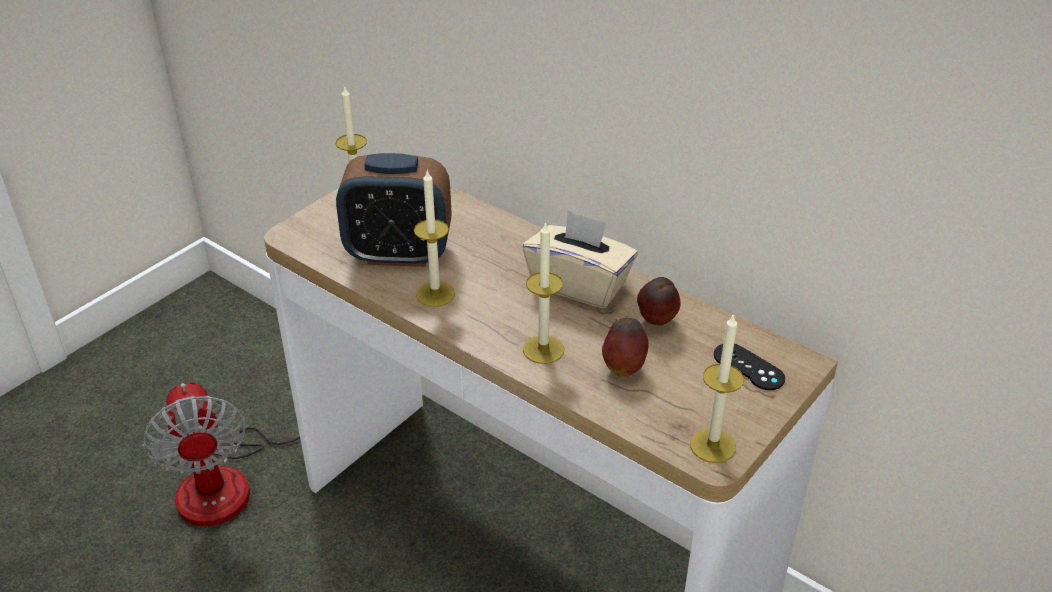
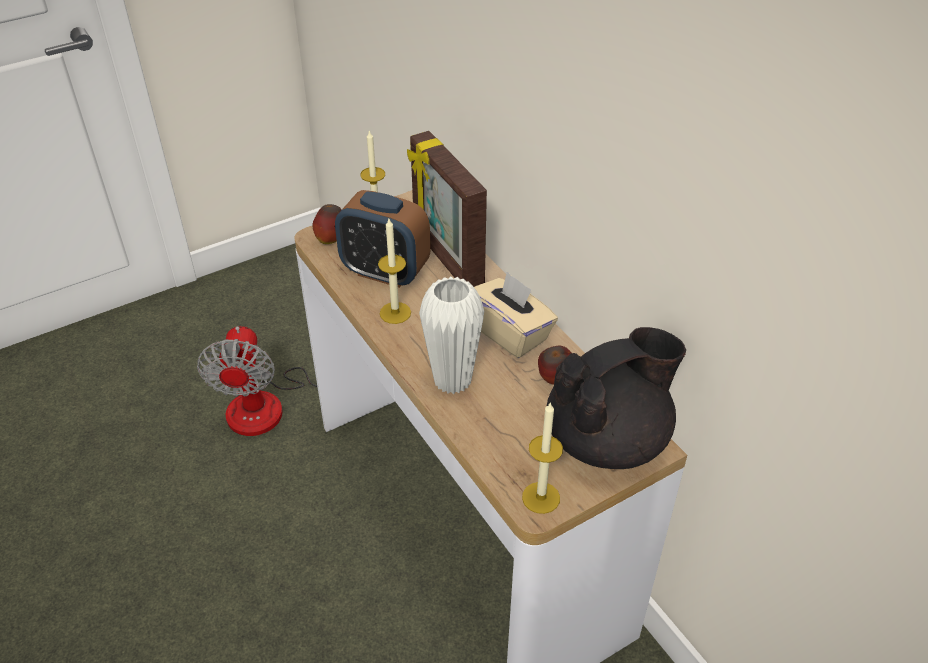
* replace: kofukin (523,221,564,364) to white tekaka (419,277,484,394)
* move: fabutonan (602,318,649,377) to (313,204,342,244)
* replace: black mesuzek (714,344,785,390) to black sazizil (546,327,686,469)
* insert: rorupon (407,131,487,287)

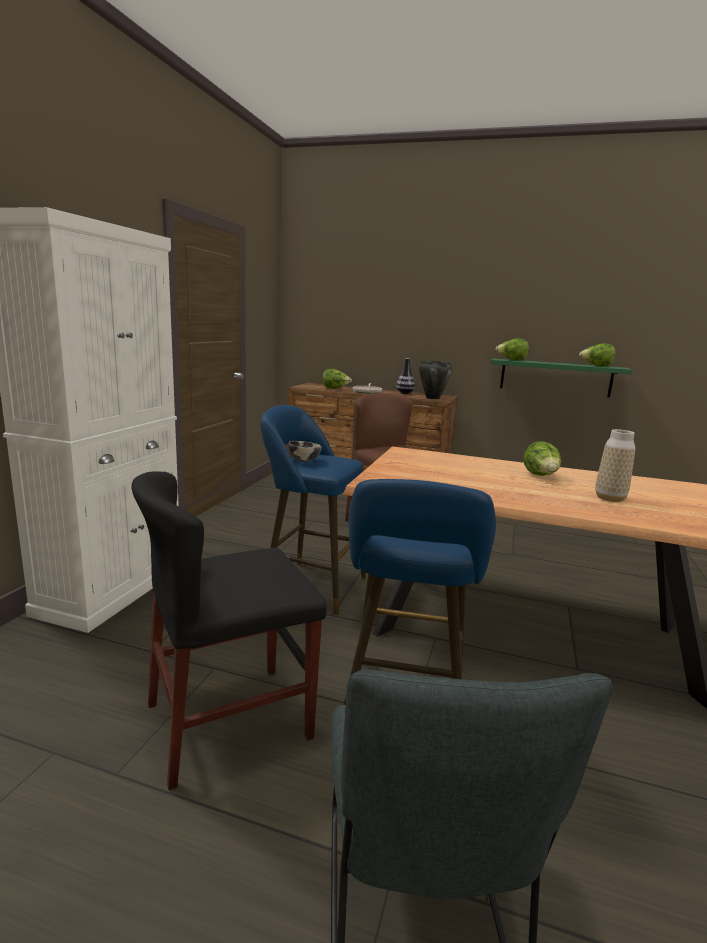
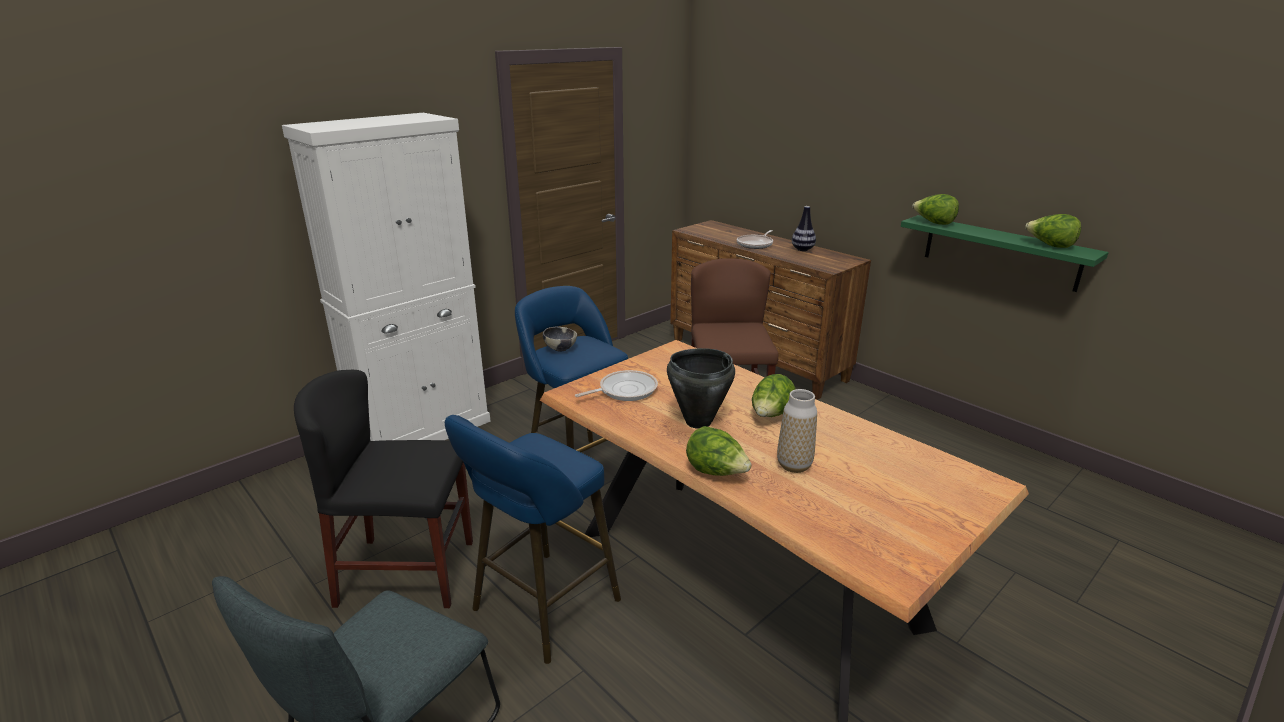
* move: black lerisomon (419,361,452,399) to (667,348,735,429)
* move: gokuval (322,369,352,389) to (686,426,751,476)
* insert: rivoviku (575,370,658,401)

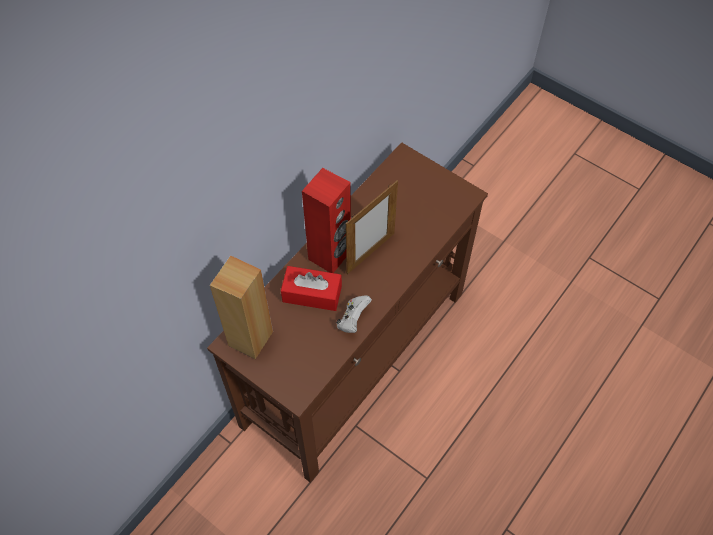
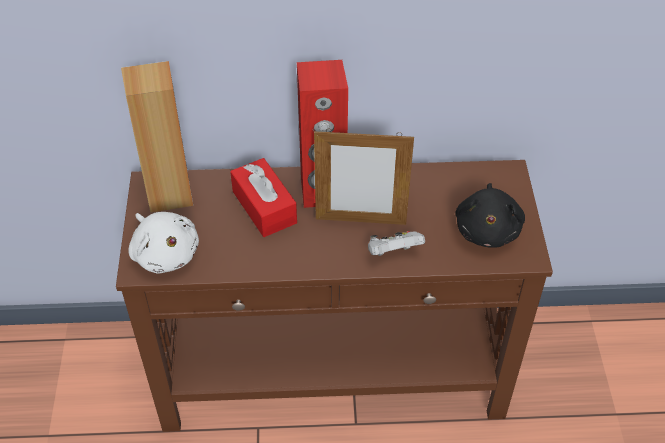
* move: white mesuzek (336,295,372,333) to (368,231,425,256)
* insert: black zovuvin (455,183,525,248)
* insert: white zovuvin (128,212,199,274)

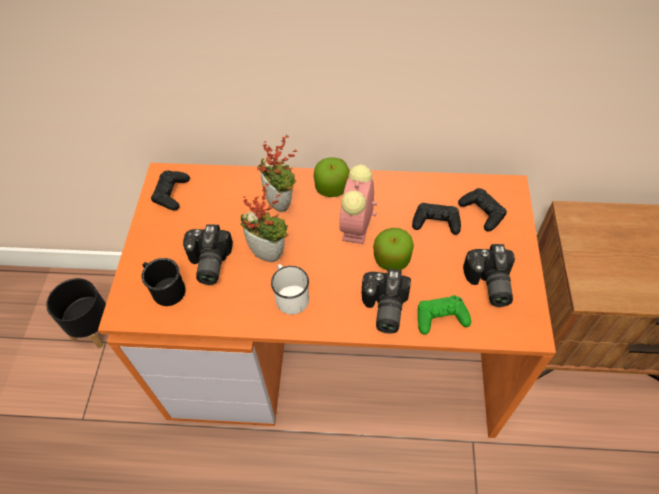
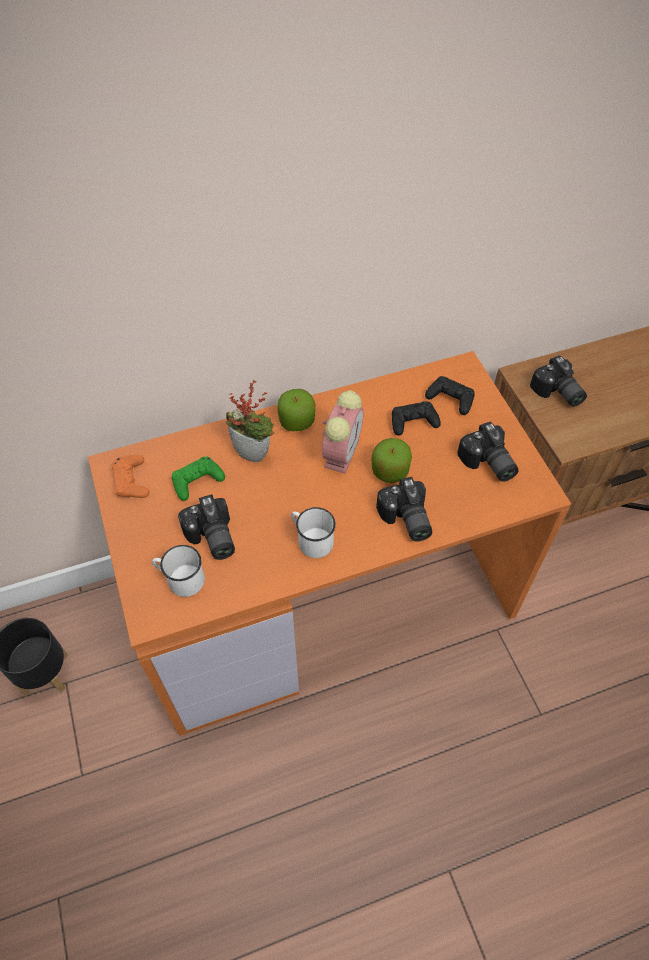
* rotate: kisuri (339,165,377,244) = (322,391,364,474) 150 degrees counterclockwise
* recolor: black mesuzek (151,170,190,210) to orange mesuzek (111,455,150,498)
* delete: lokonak (240,183,289,262)
* recolor: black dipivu (141,258,186,306) to white dipivu (152,545,205,597)
* move: green mesuzek (418,295,471,335) to (172,456,225,501)
* insert: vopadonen (530,355,587,407)

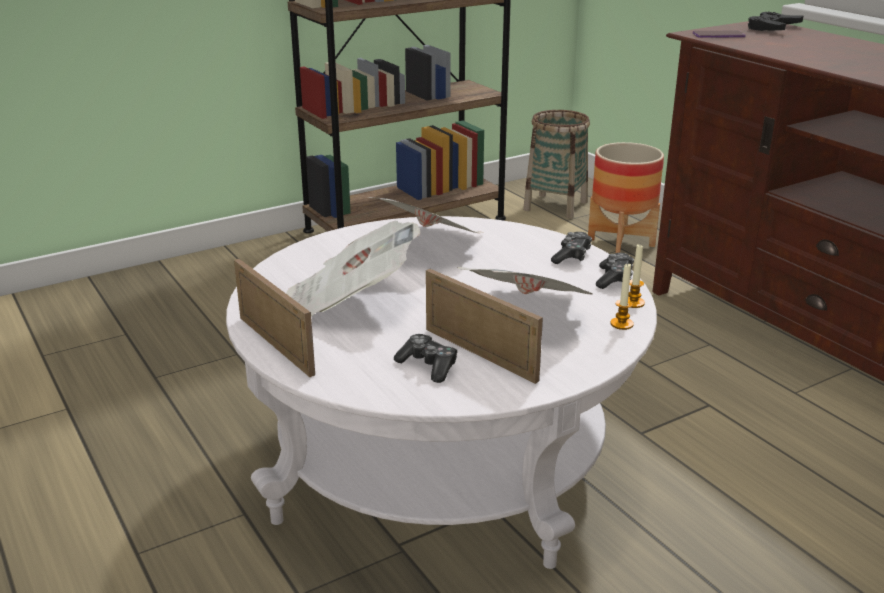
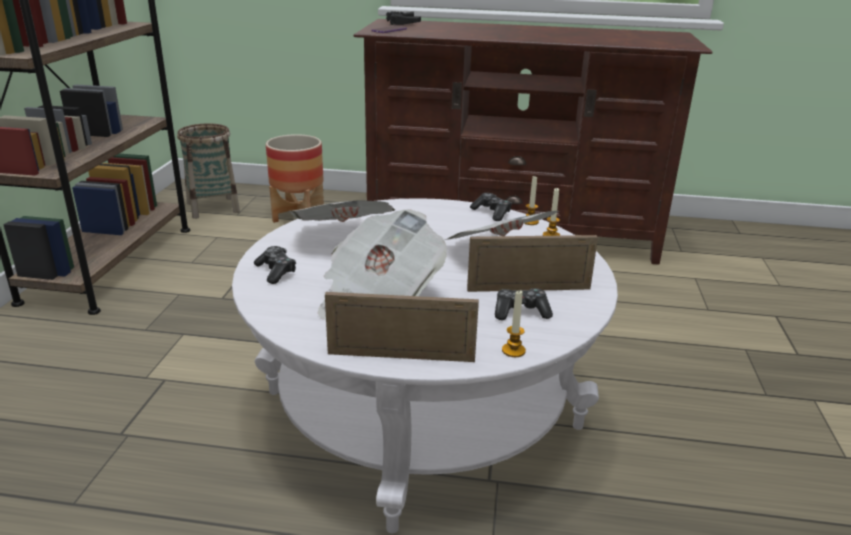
* move: mesuzek (551,232,592,264) to (254,246,296,284)
* insert: kofukin (502,289,526,357)

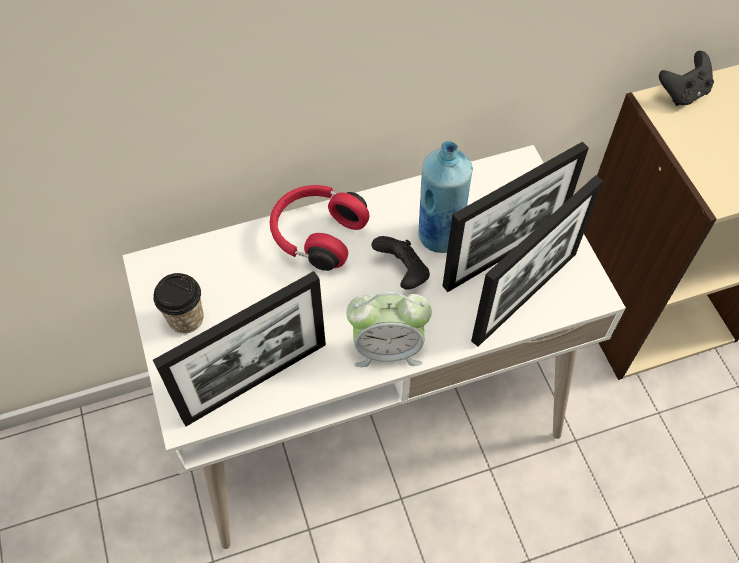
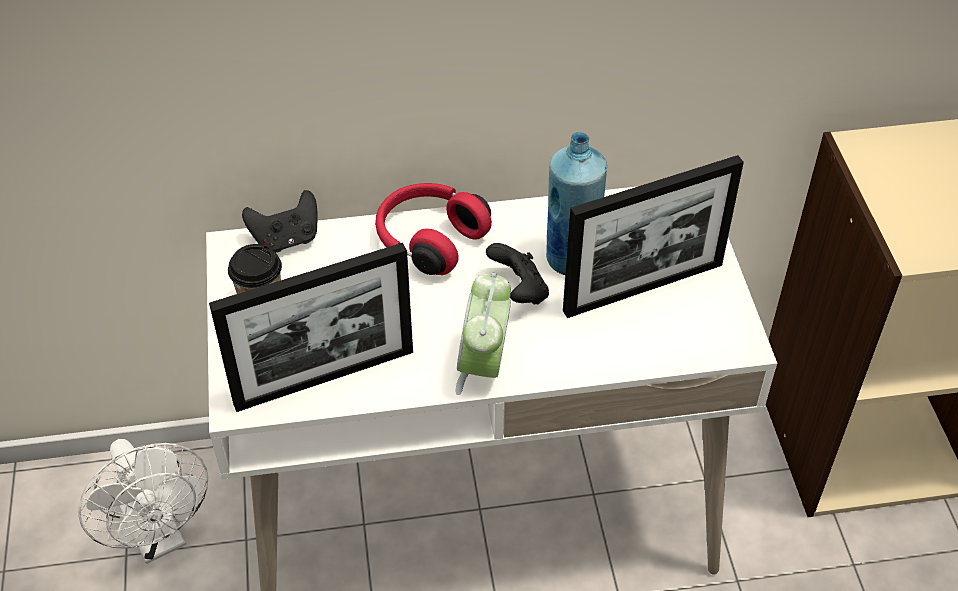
* move: black mesuzek (659,51,714,106) to (242,190,318,253)
* delete: rorupon (471,175,603,347)
* rotate: kisuri (346,292,432,367) = (456,273,511,395) 90 degrees clockwise
* insert: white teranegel (78,439,208,564)

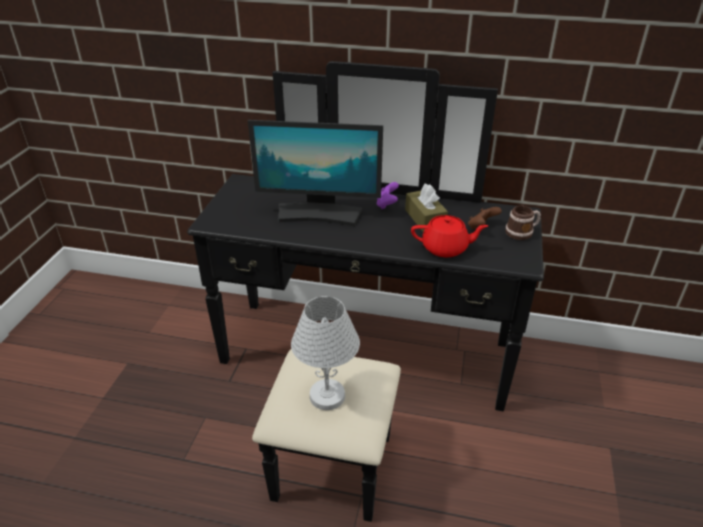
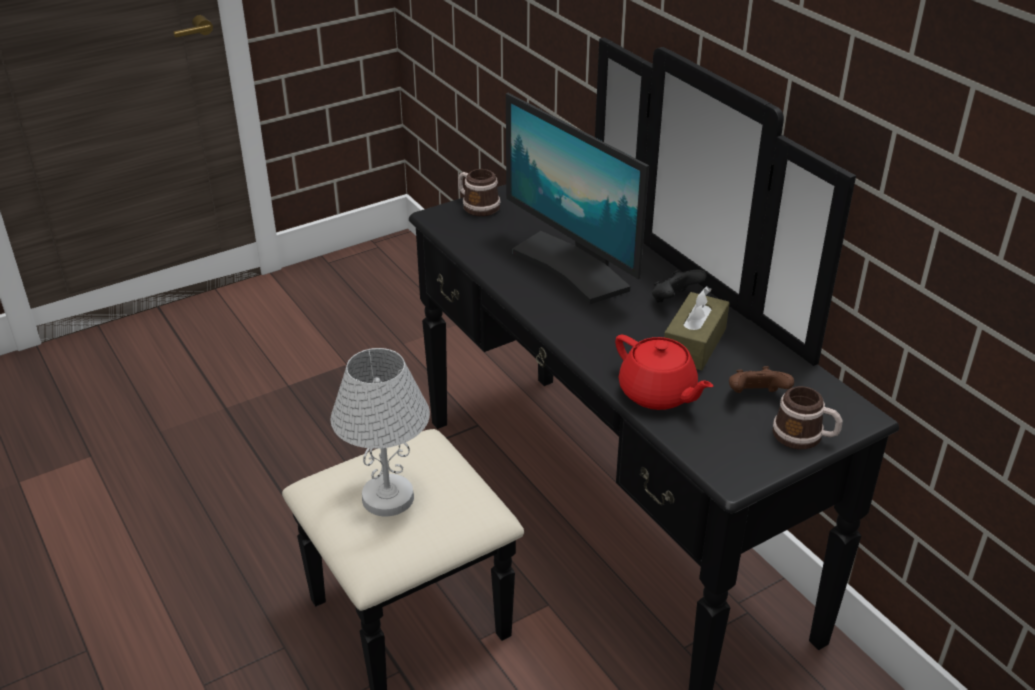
* recolor: purple mesuzek (377,182,399,209) to black mesuzek (652,270,707,302)
* insert: dipivu (458,169,500,216)

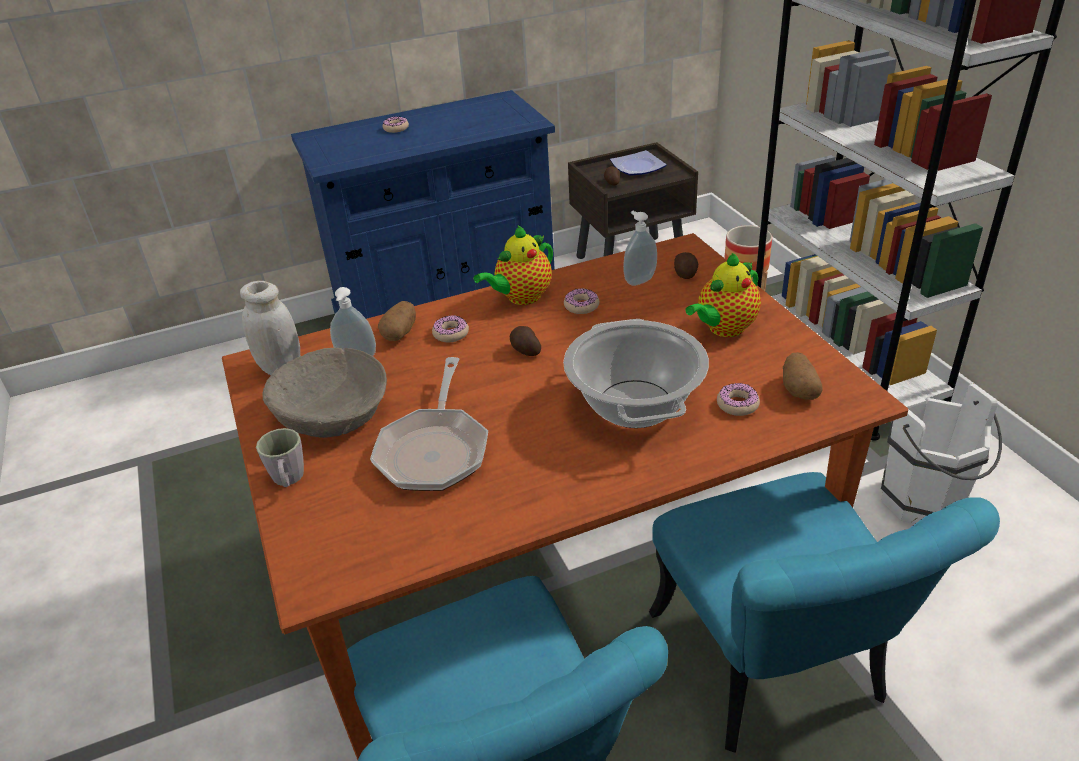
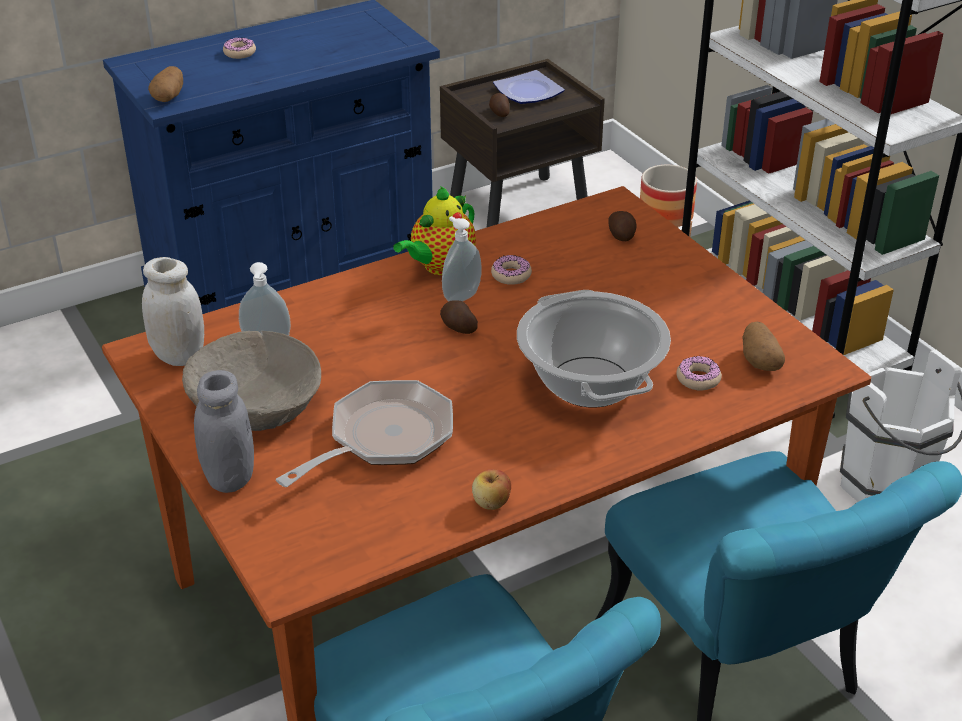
* move: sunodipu (623,211,657,286) to (442,216,482,302)
* delete: sazizil (685,253,761,337)
* move: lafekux (378,301,416,341) to (148,66,183,102)
* delete: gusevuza (432,315,469,342)
* rotate: rivoviku (370,357,488,491) = (276,380,453,487) 135 degrees counterclockwise
* replace: grey dipivu (256,428,304,487) to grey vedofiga (194,370,254,493)
* insert: fabutonan (472,469,511,510)

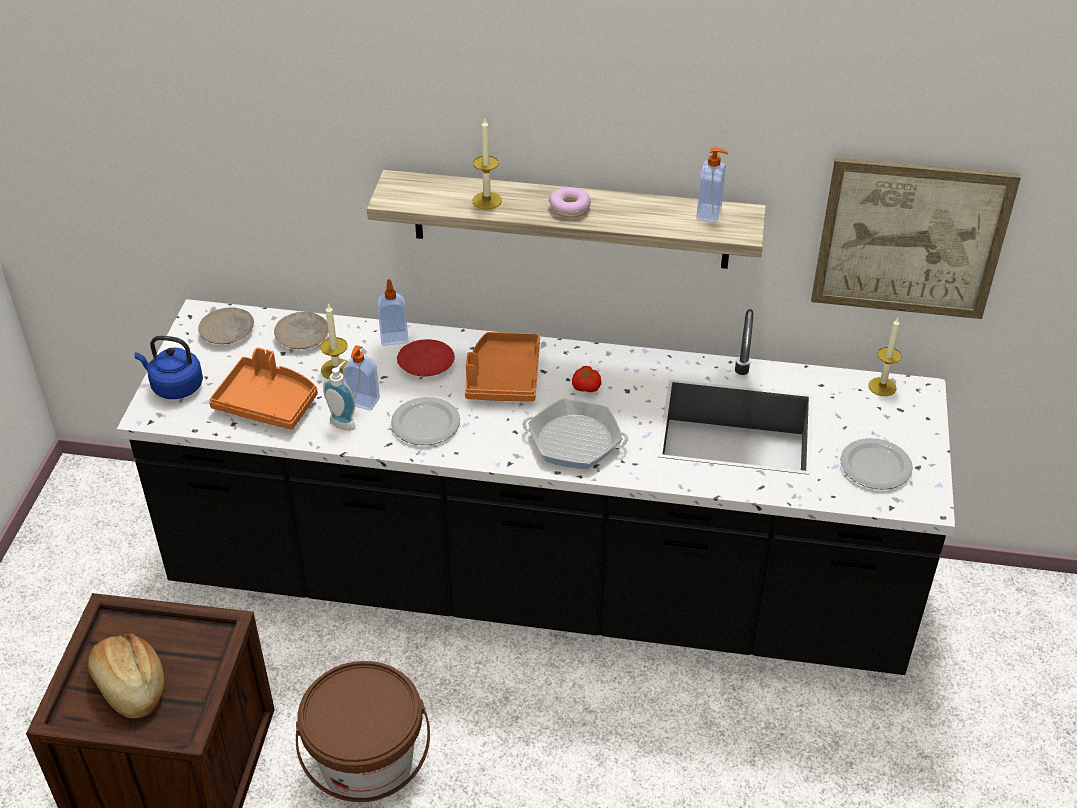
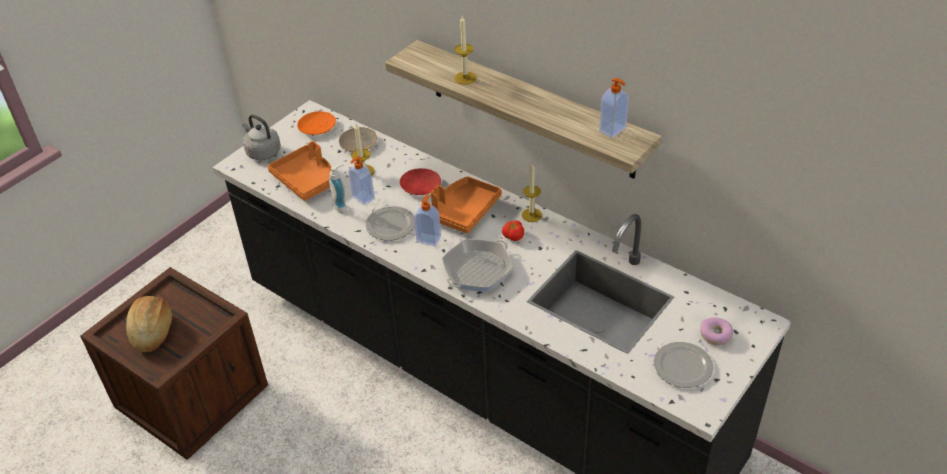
* delete: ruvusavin (811,158,1021,319)
* move: gusevuza (549,187,591,218) to (700,317,734,345)
* move: sunodipu (377,279,408,346) to (414,194,441,246)
* recolor: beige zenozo (198,307,254,344) to orange zenozo (297,111,336,135)
* move: kofukin (868,318,902,396) to (522,164,542,222)
* recolor: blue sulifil (135,336,203,399) to grey sulifil (242,114,281,160)
* rotate: rivoviku (522,398,628,469) = (442,239,514,292) 90 degrees clockwise
* delete: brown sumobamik (296,661,430,802)

